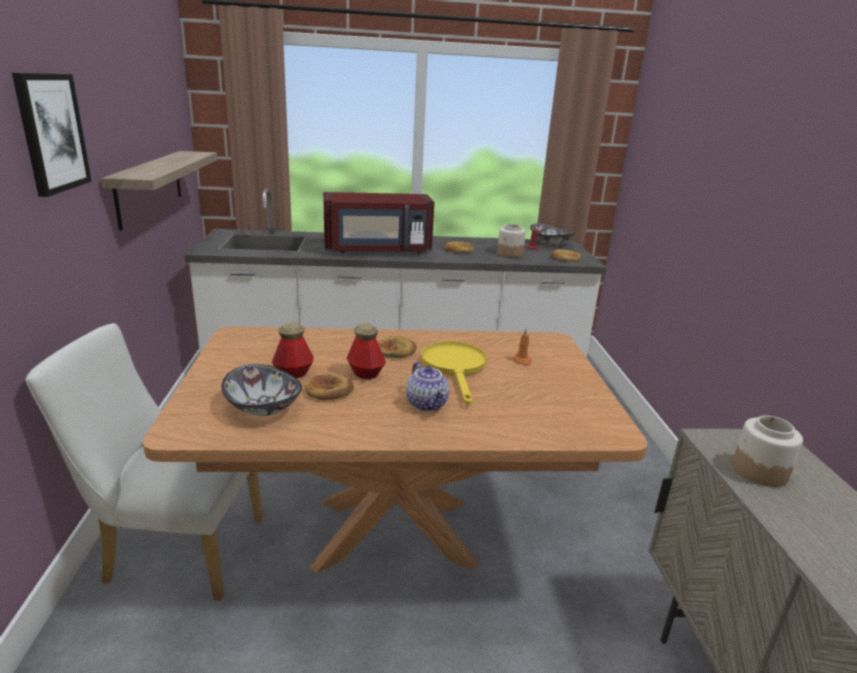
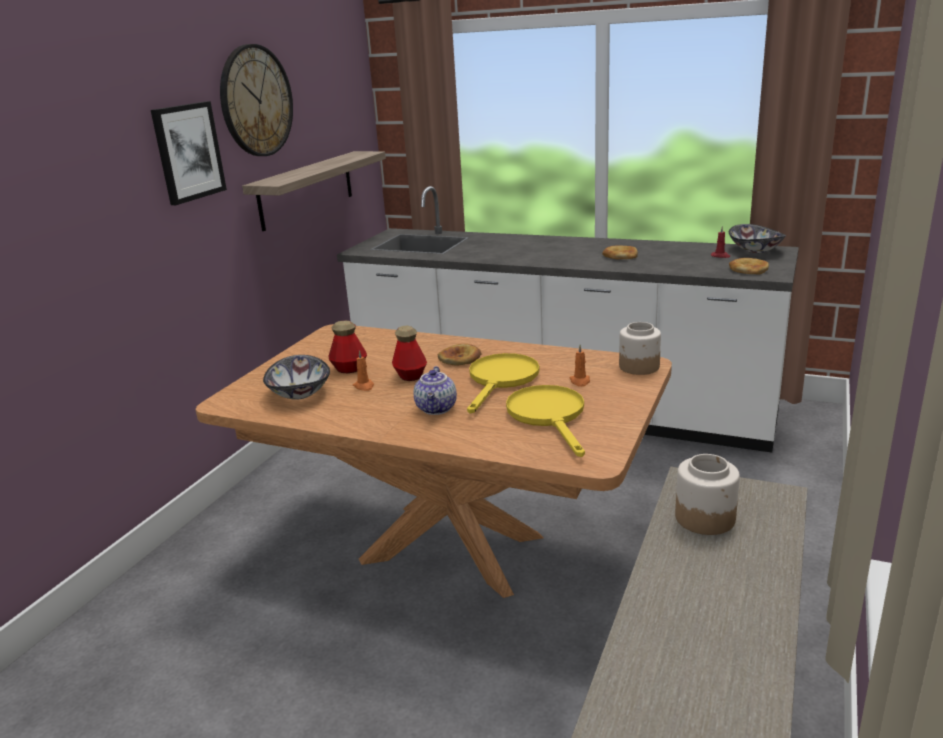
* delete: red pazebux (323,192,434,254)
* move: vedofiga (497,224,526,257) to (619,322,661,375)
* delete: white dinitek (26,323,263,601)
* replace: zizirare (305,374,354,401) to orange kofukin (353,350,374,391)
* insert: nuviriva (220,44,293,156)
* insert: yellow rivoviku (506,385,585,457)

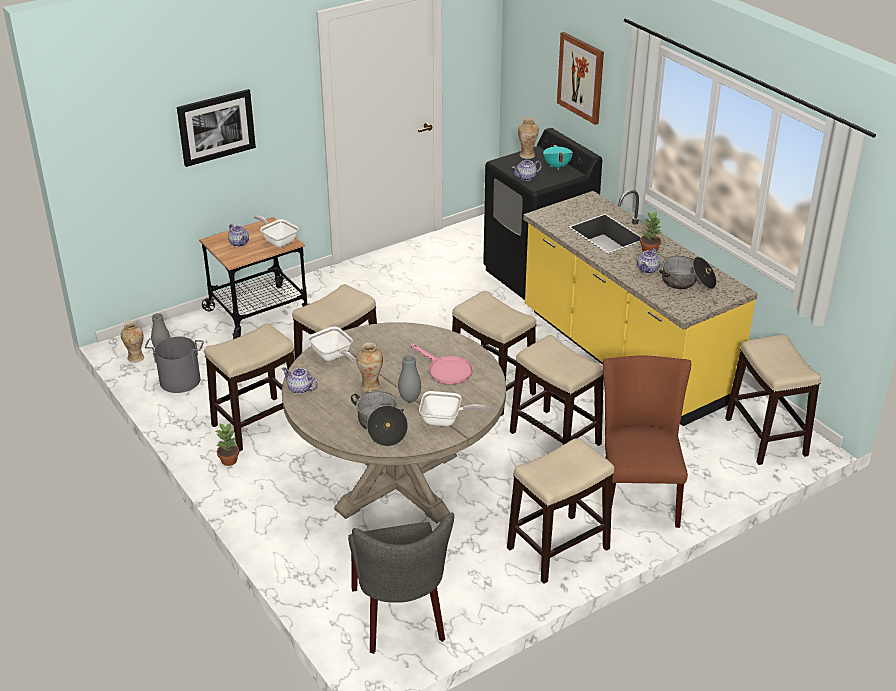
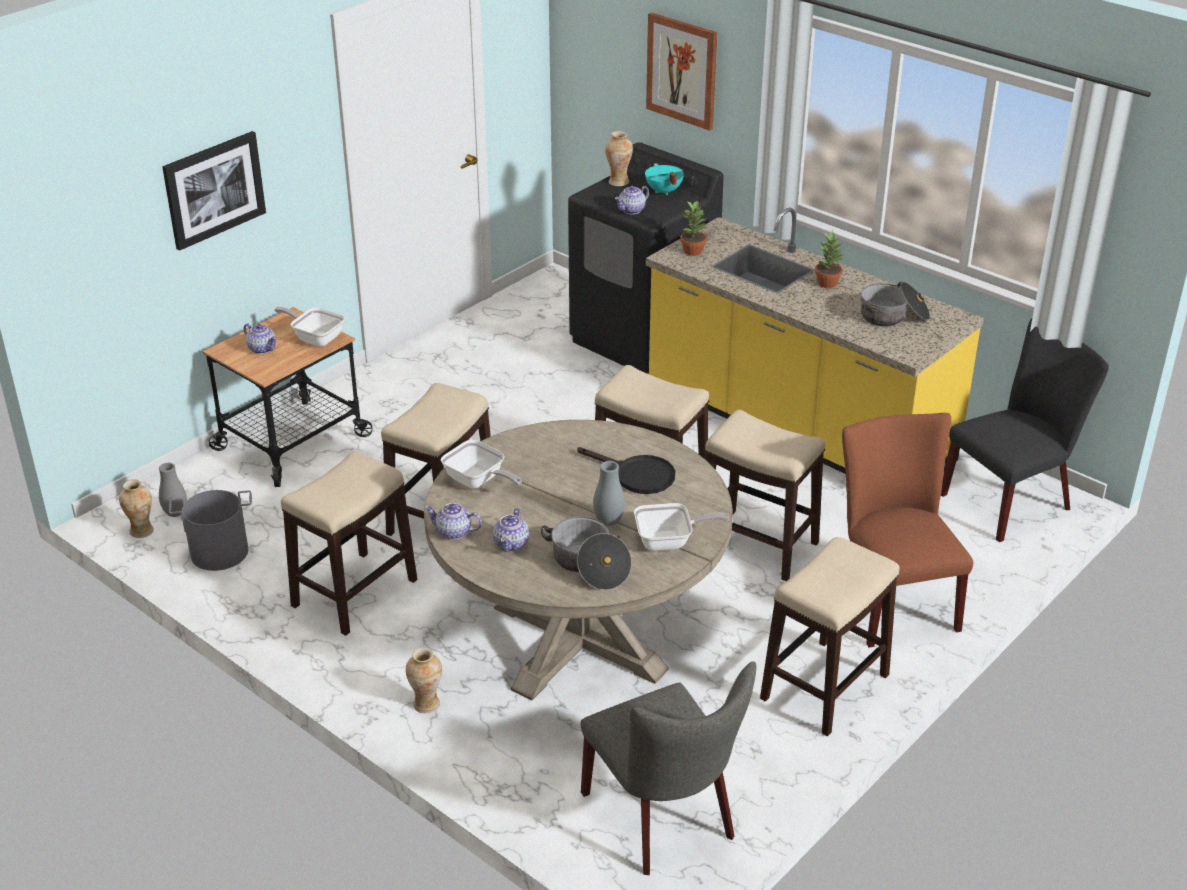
* move: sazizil (637,248,660,274) to (493,508,529,552)
* replace: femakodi (725,335,821,465) to black dinitek (941,319,1109,542)
* move: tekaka (356,342,383,393) to (406,648,442,714)
* recolor: pink rivoviku (411,344,472,385) to black rivoviku (577,447,675,494)
* move: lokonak (216,422,239,466) to (680,200,707,256)

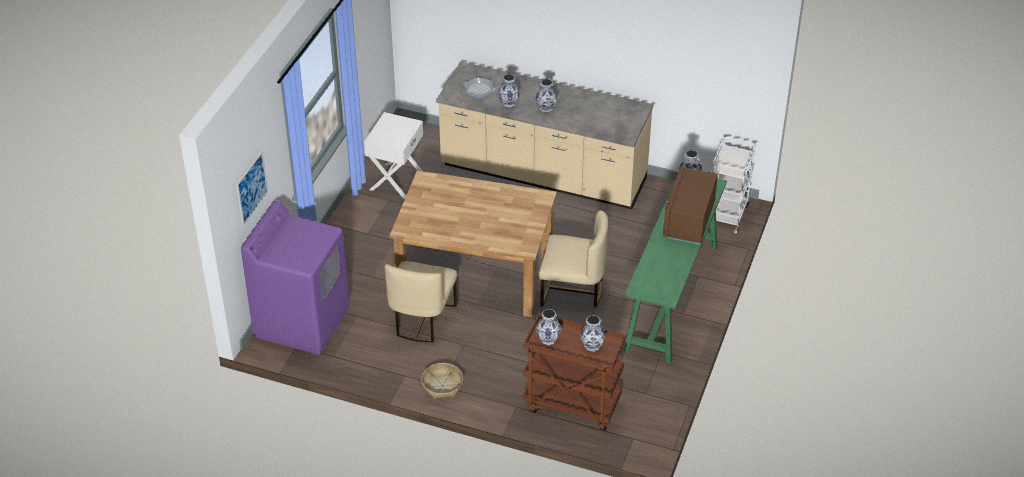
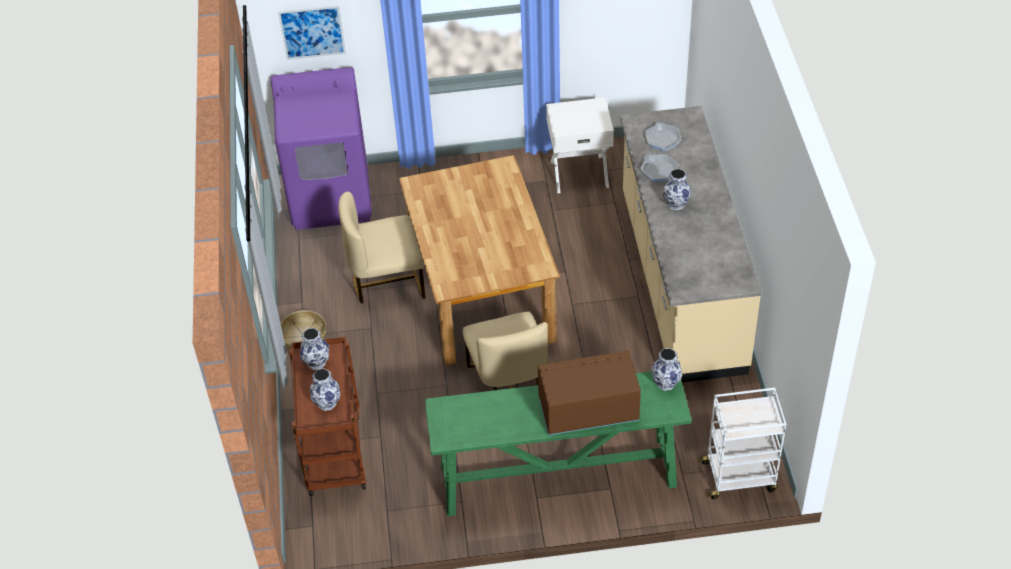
* replace: tekaka (498,74,520,107) to rivoviku (640,154,679,182)

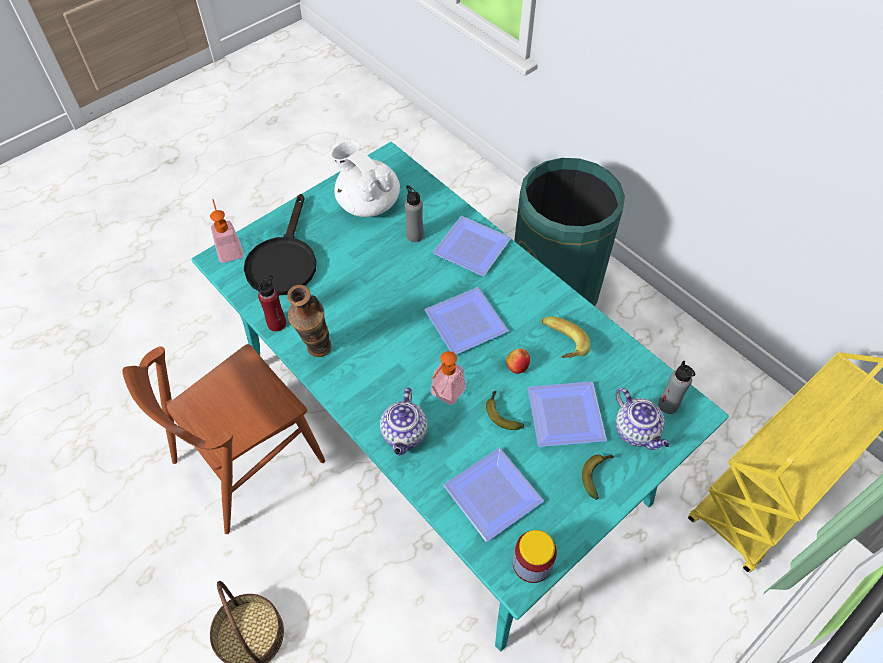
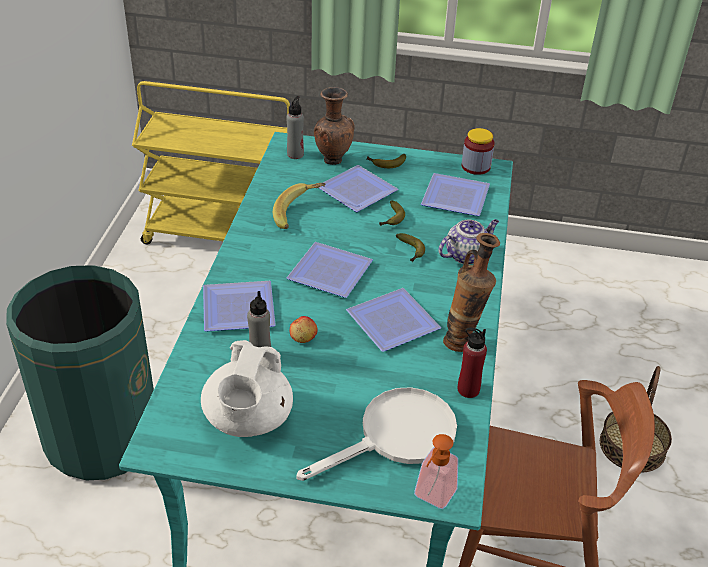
* recolor: black rivoviku (244,194,316,295) to white rivoviku (296,387,457,481)
* move: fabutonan (506,348,530,374) to (290,316,318,343)
* replace: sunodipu (431,351,466,406) to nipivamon (396,233,425,262)
* replace: sazizil (615,388,670,450) to brown tekaka (314,87,355,165)
* insert: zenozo (346,288,441,352)

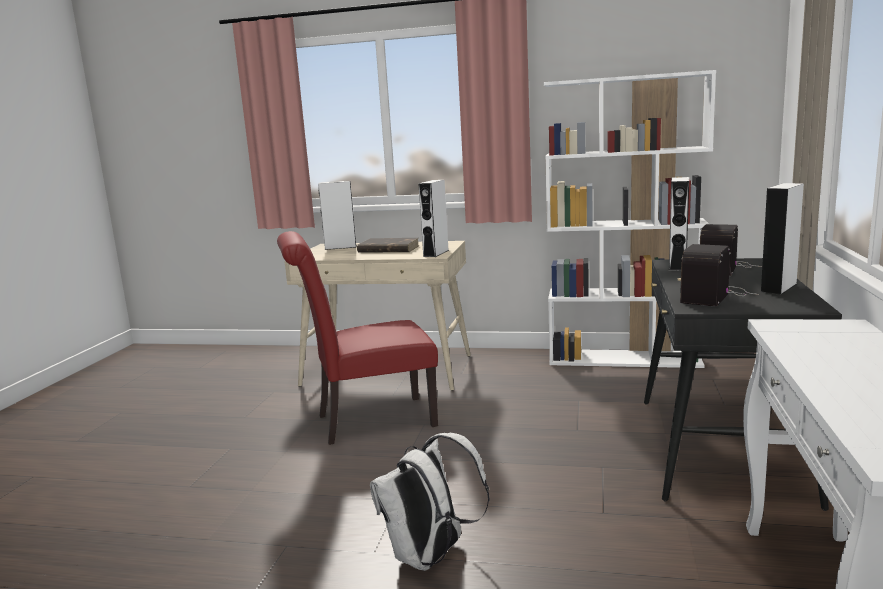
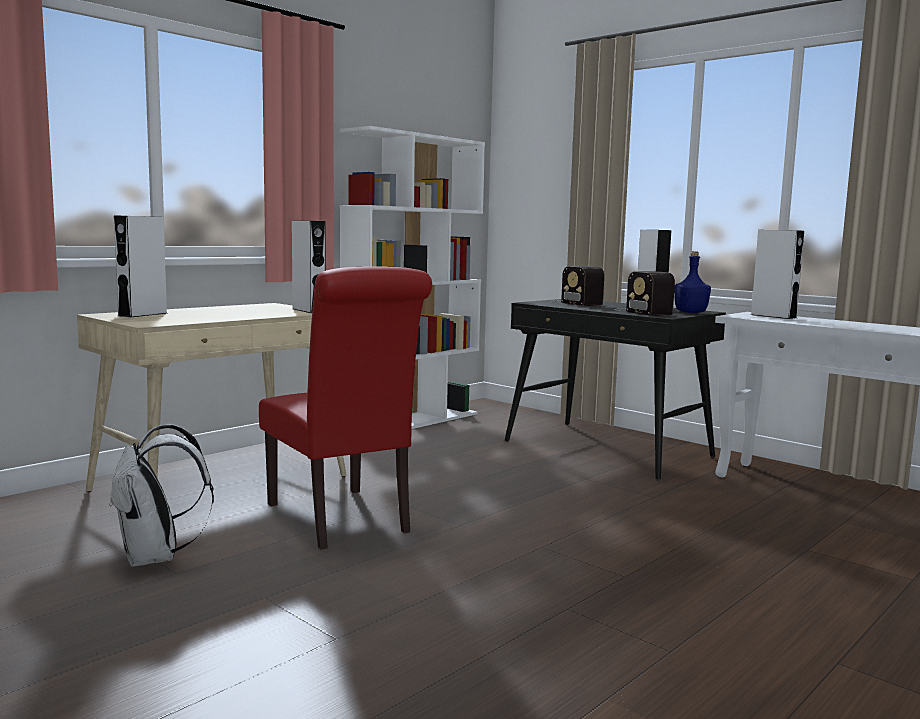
* move: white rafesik (669,177,689,271) to (751,230,804,319)
* rotate: red dinitek (277,231,438,445) = (259,267,432,549) 45 degrees counterclockwise
* delete: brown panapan (357,238,418,253)
* move: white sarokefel (370,433,490,571) to (109,424,214,567)
* insert: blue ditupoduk (674,251,711,313)

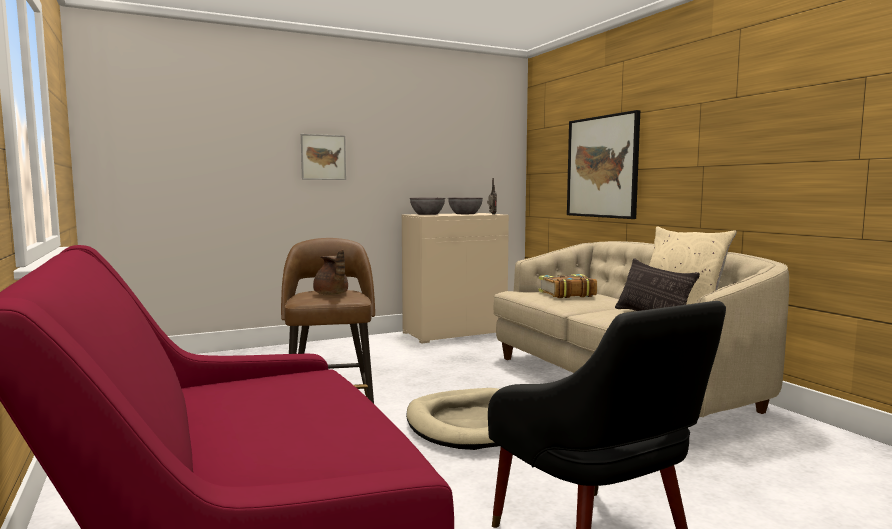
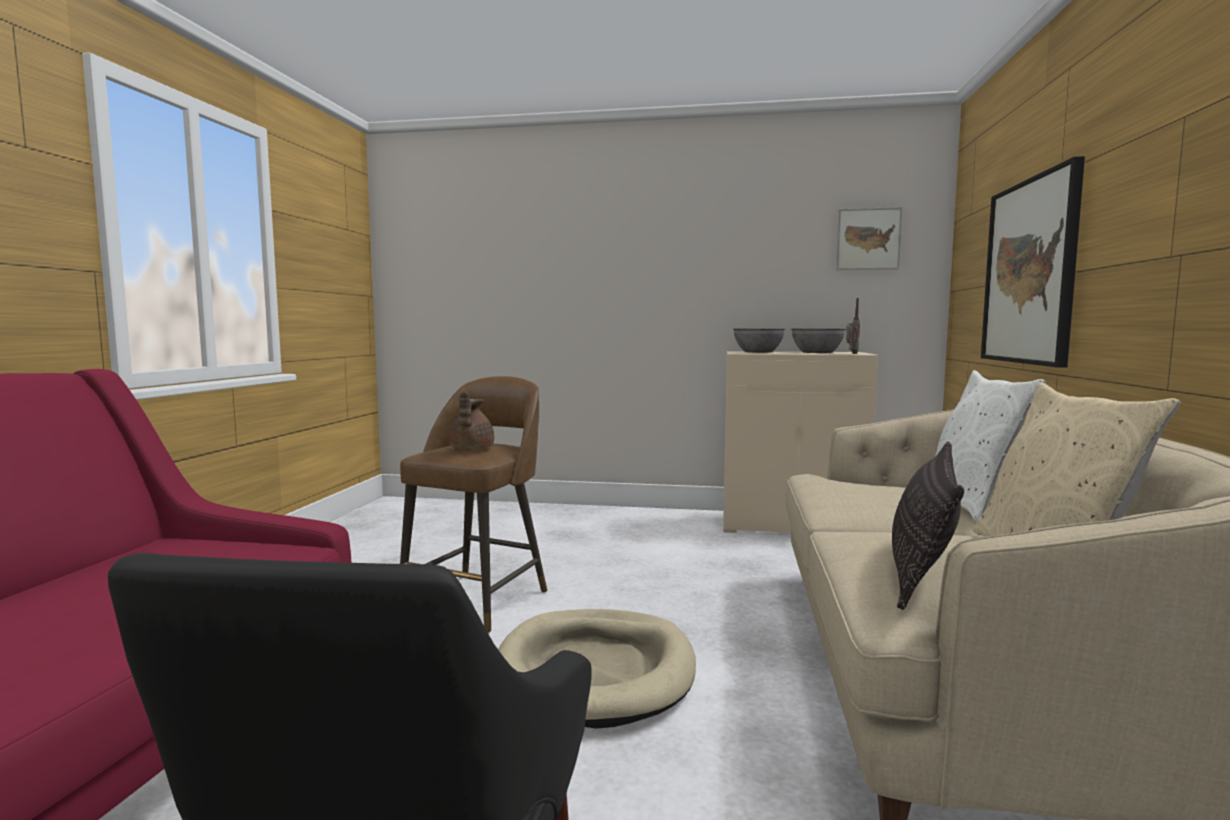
* move: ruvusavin (301,134,346,180) to (836,207,902,270)
* delete: panapan (538,274,597,298)
* insert: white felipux (935,370,1046,522)

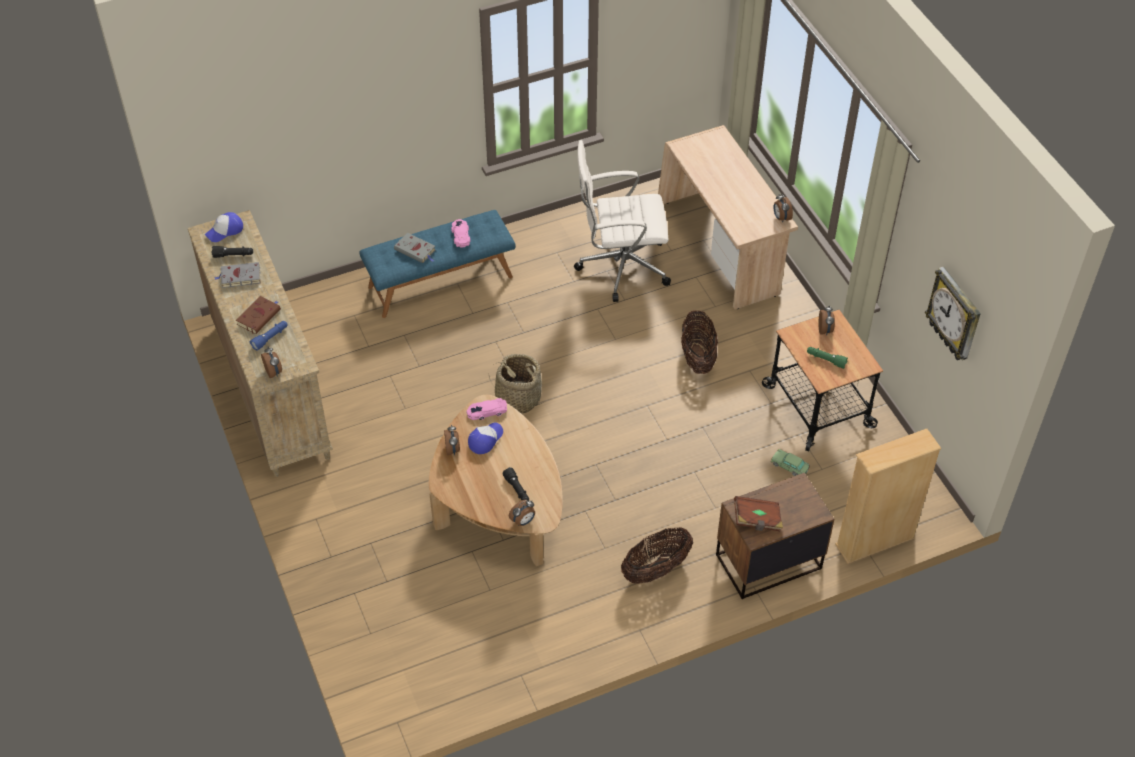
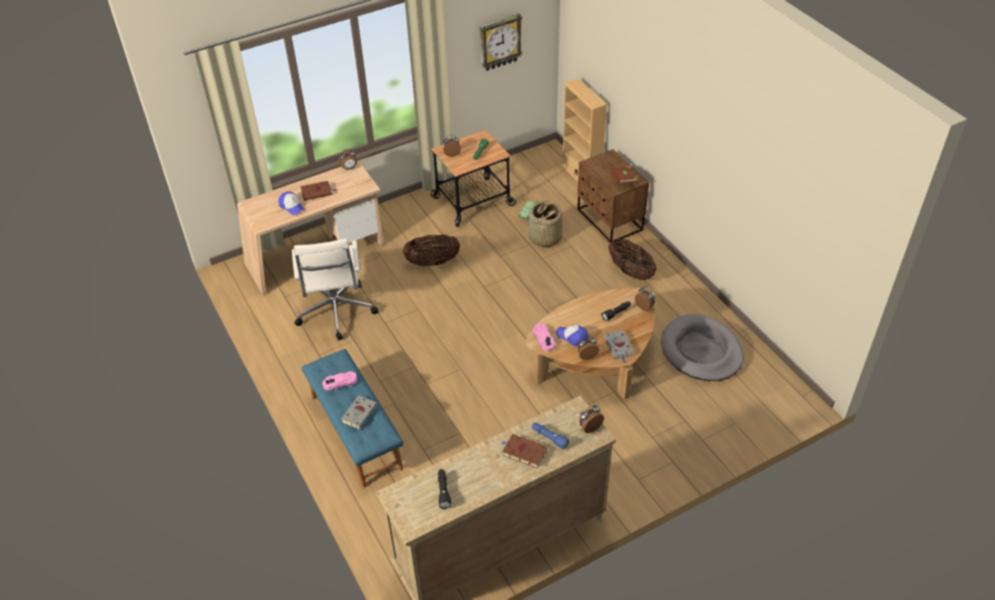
* move: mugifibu (205,212,243,242) to (278,192,305,215)
* move: grey panapan (214,262,261,288) to (604,330,634,363)
* move: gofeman (489,354,544,413) to (529,200,563,247)
* insert: brown panapan (300,181,336,201)
* insert: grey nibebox (661,314,744,381)

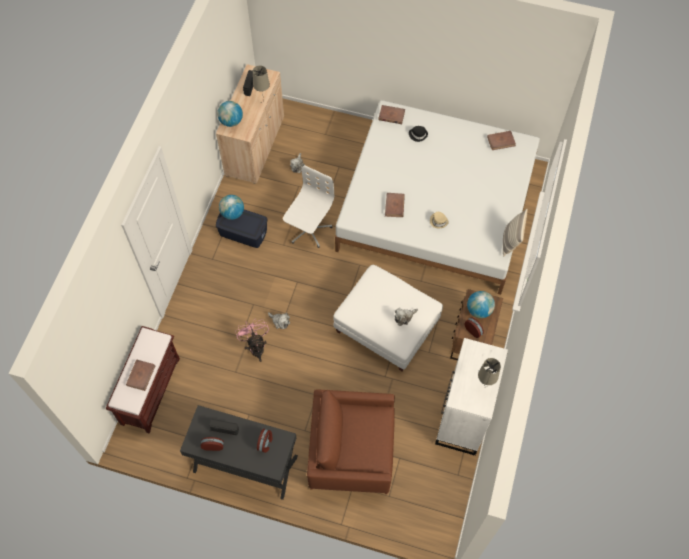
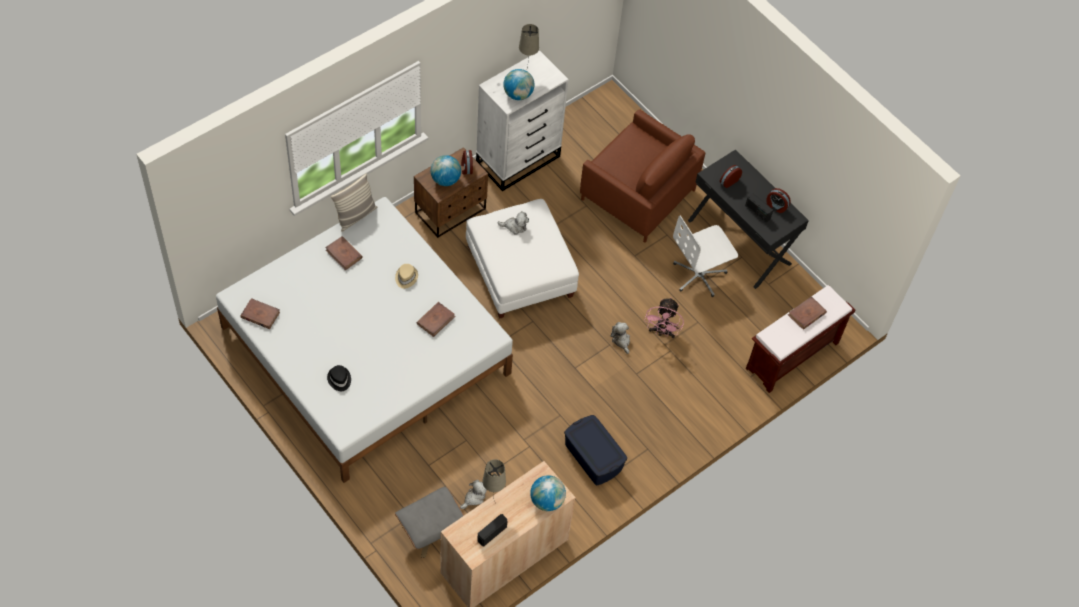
* move: brown panapan (378,105,405,124) to (325,236,363,270)
* move: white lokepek (283,165,334,248) to (673,215,738,297)
* move: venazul (219,195,244,220) to (503,69,535,100)
* insert: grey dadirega (395,487,464,558)

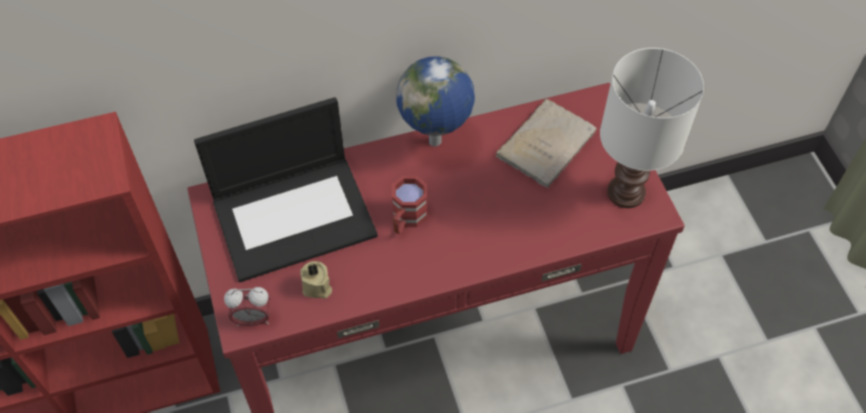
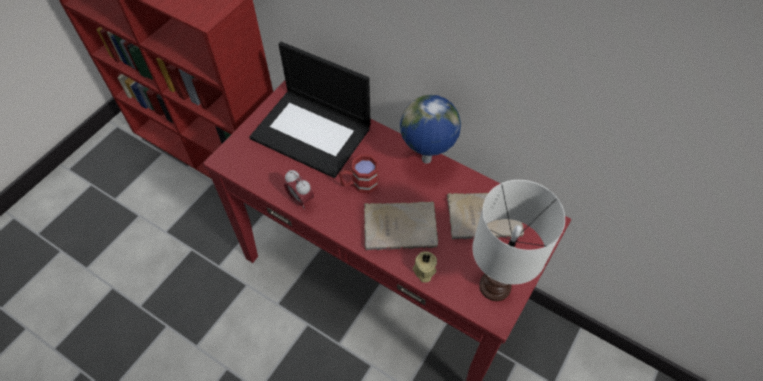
* move: beige kofukin (300,261,332,299) to (413,252,437,282)
* move: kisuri (224,287,270,326) to (284,170,314,209)
* insert: beige panapan (364,201,438,250)

